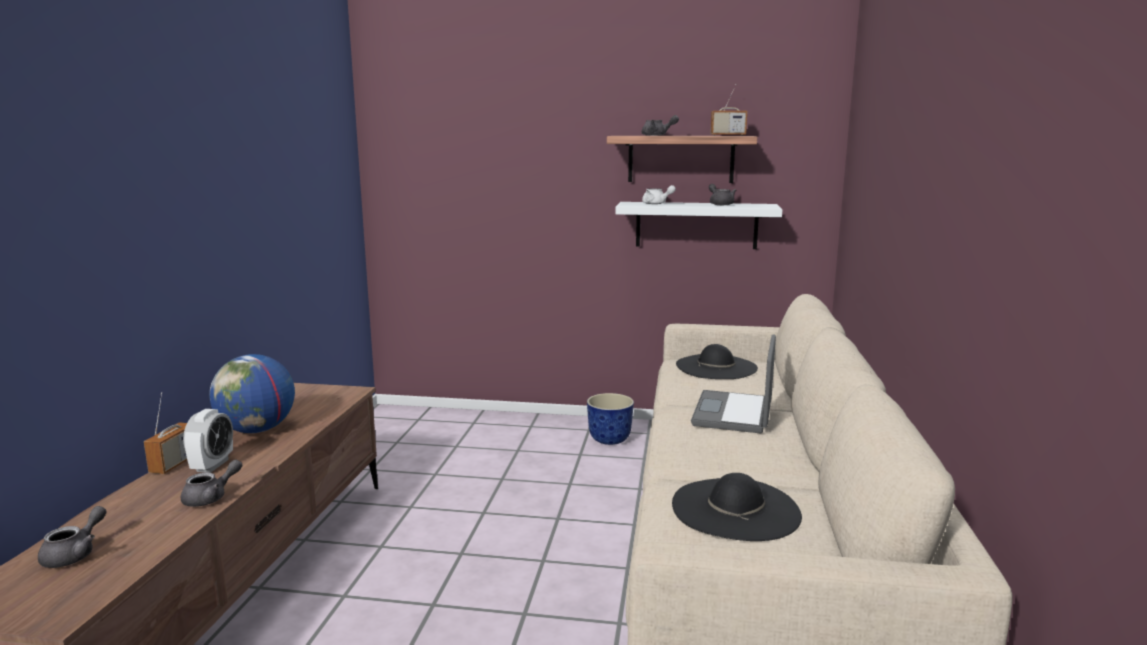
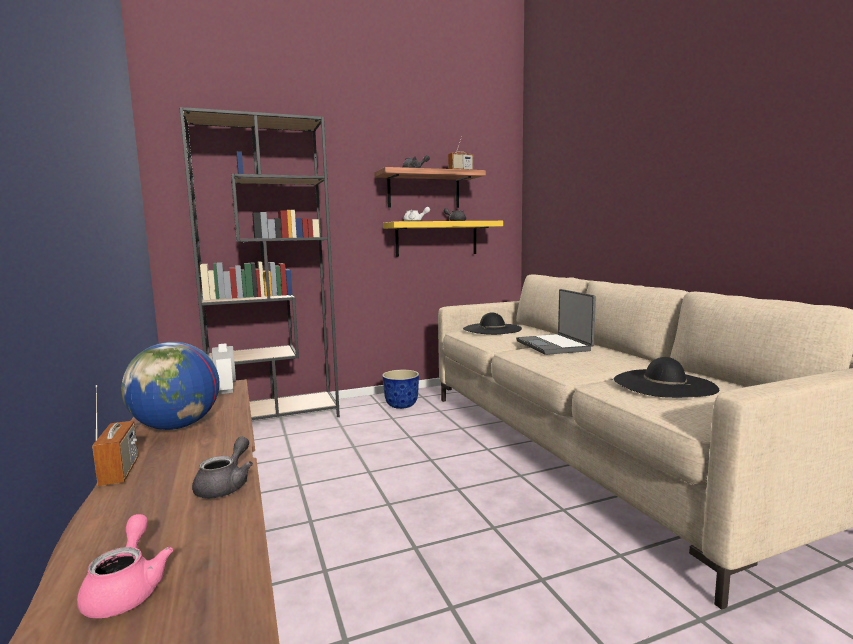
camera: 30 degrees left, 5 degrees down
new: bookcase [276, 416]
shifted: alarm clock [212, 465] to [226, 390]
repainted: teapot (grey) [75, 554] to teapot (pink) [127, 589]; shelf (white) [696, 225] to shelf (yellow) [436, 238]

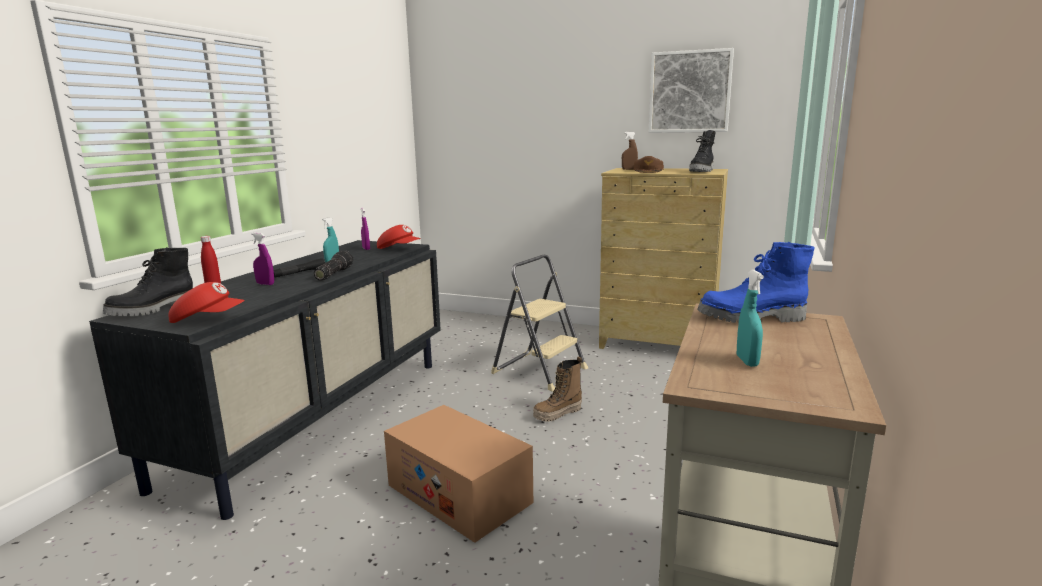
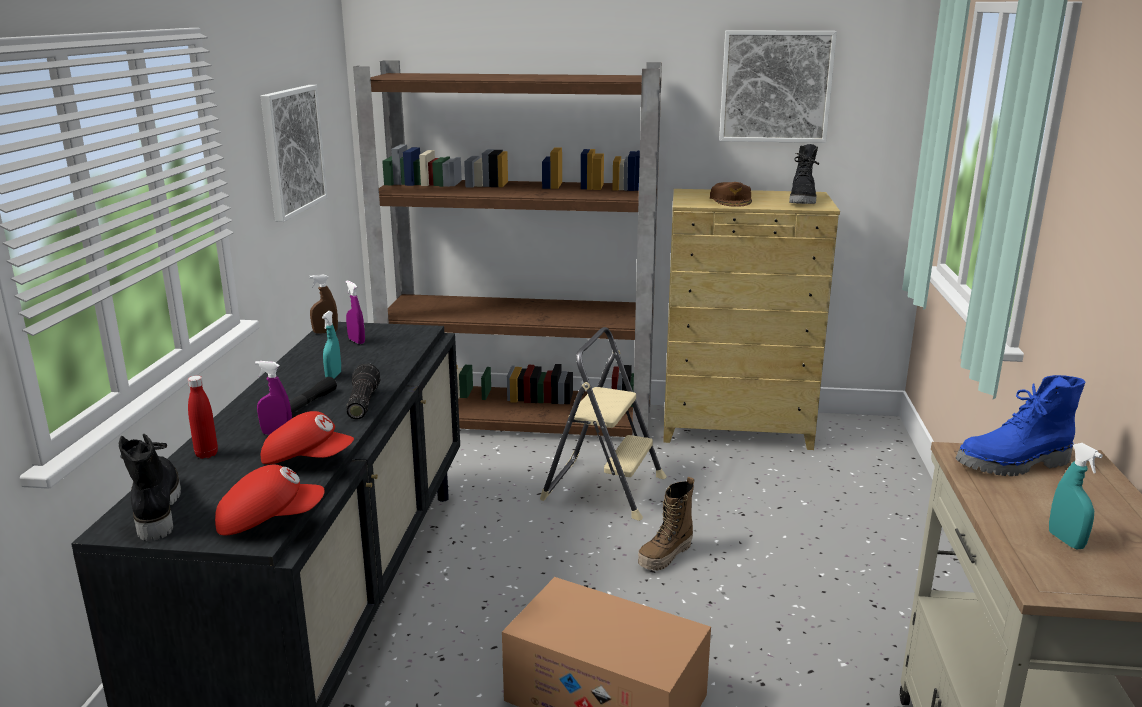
camera: 15 degrees left, 5 degrees up
new: picture [292, 150]; bookcase (brown) [520, 418]
shifted: cap (red) [399, 249] to [308, 460]; spray bottle (brown) [629, 169] to [325, 332]
rotated: boot (black) [153, 310] = [155, 509] 135 degrees clockwise

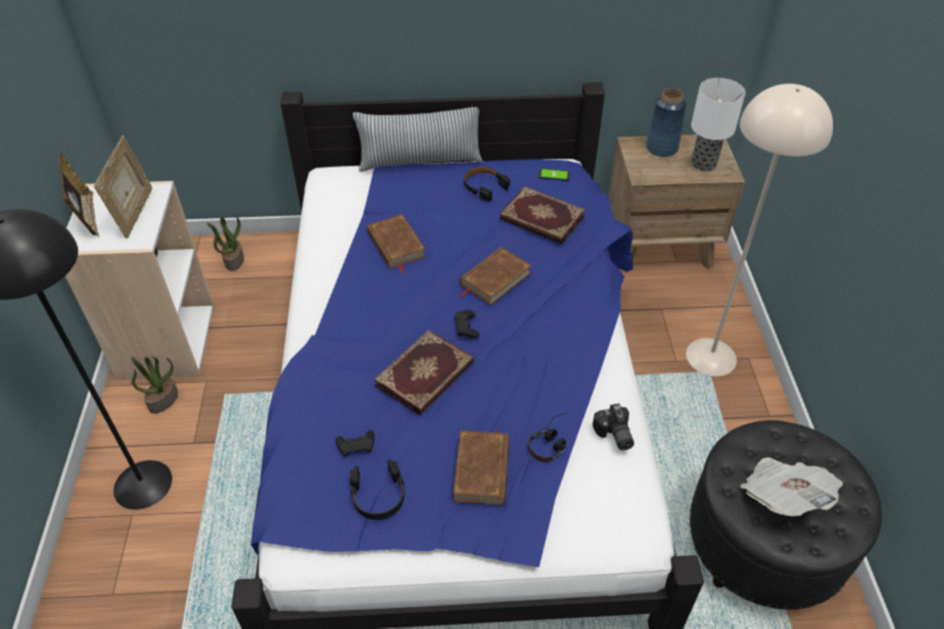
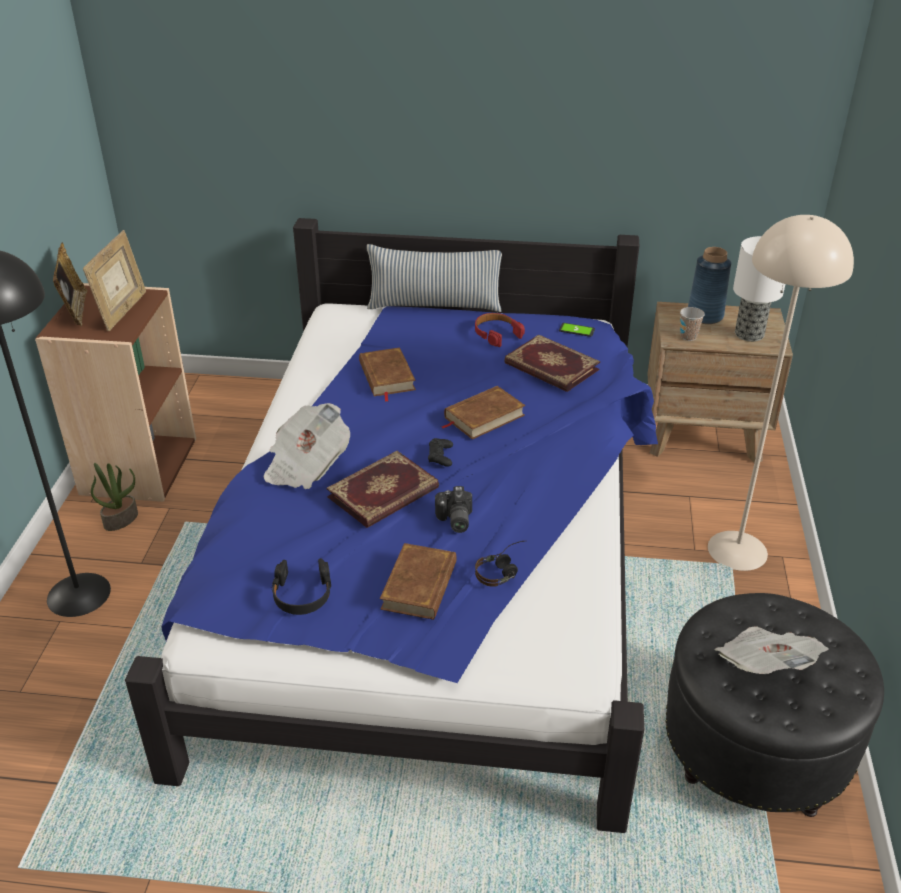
camera: 10 degrees right, 10 degrees down
gone: potted plant [233, 260]; game controller (black) [356, 446]
new: newspaper [306, 466]; cup [688, 336]
shifted: photo camera [613, 435] to [453, 520]
repainted: bookcase (white) [166, 340] to bookcase (brown) [138, 465]; headphones (black) [484, 187] to headphones (red) [496, 334]

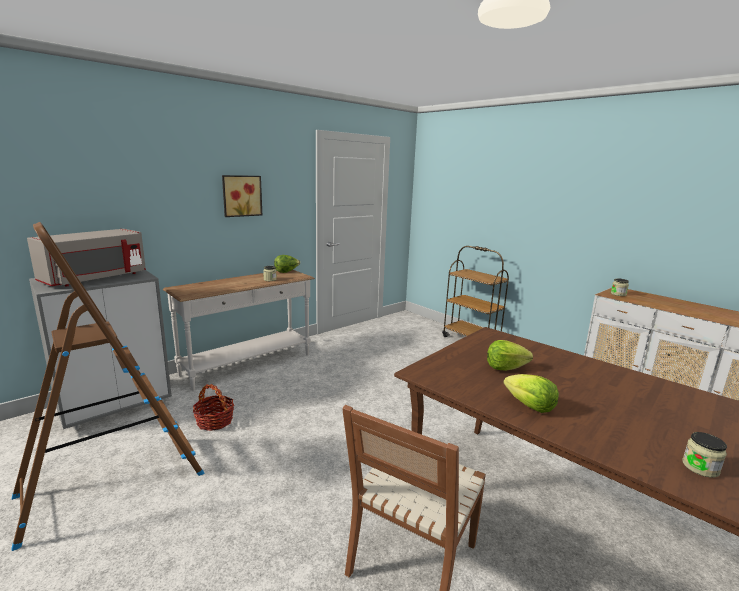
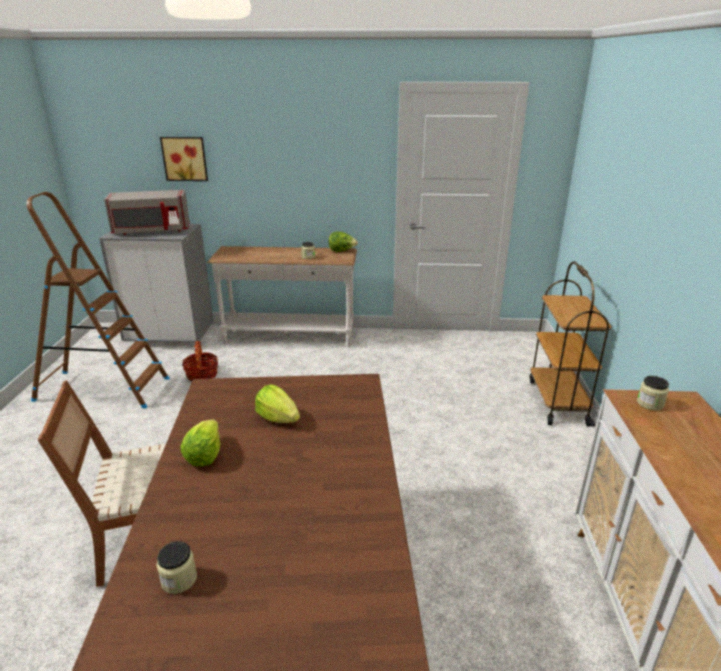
camera: 45 degrees right, 10 degrees up
shifted: picture [241, 195] to [185, 158]

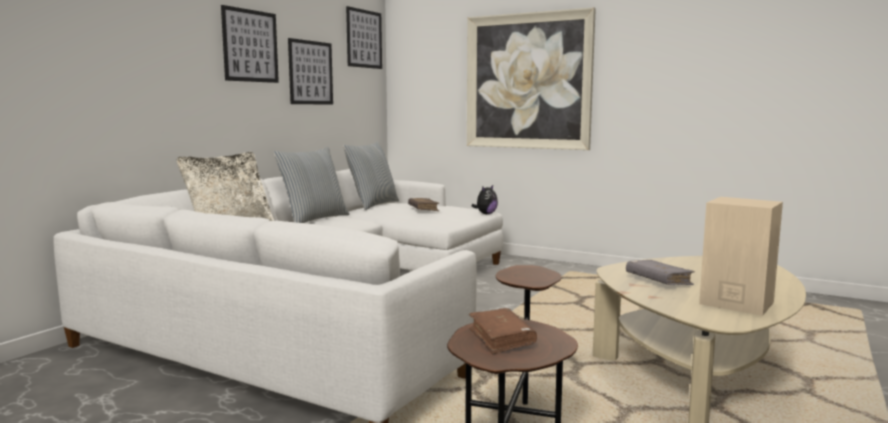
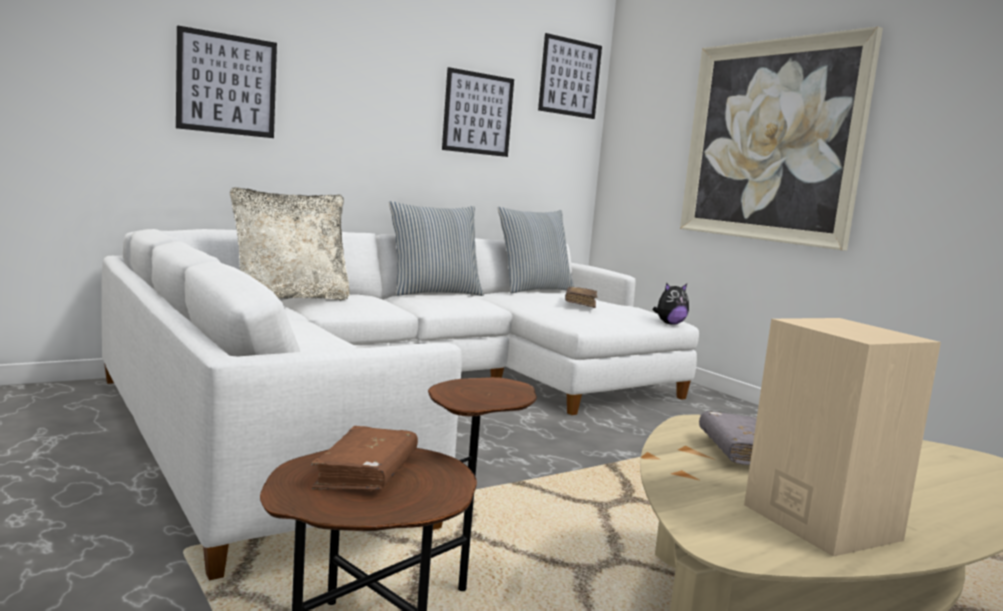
camera: 25 degrees right, 0 degrees up
shifted: picture [250, 46] to [227, 84]

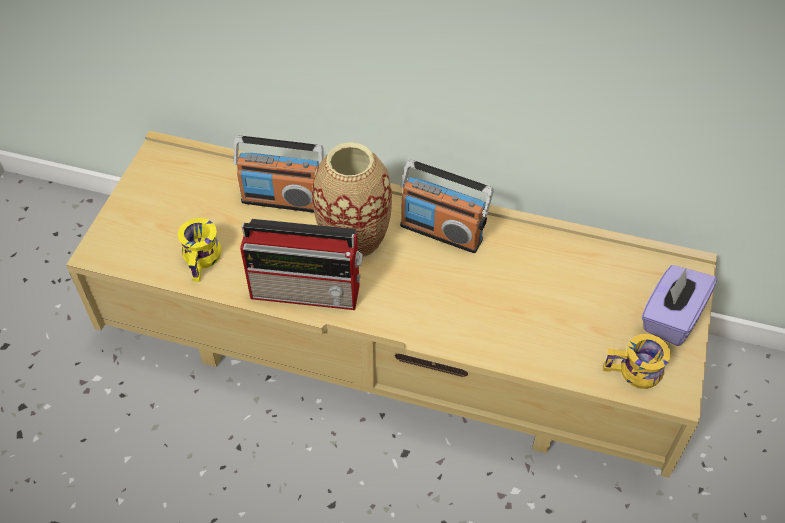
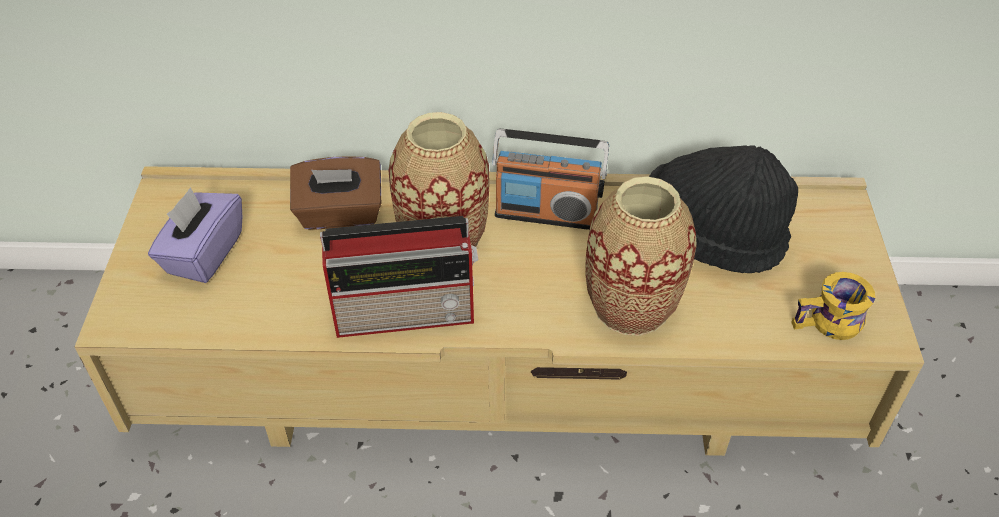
camera: 15 degrees left, 5 degrees down
gone: mug (yellow) [204, 259]
new: vase [631, 306]; hat (black) [711, 236]
shifted: tissue box (purple) [671, 317] to [204, 254]
swapped: radio [282, 199] to tissue box (brown) [340, 214]

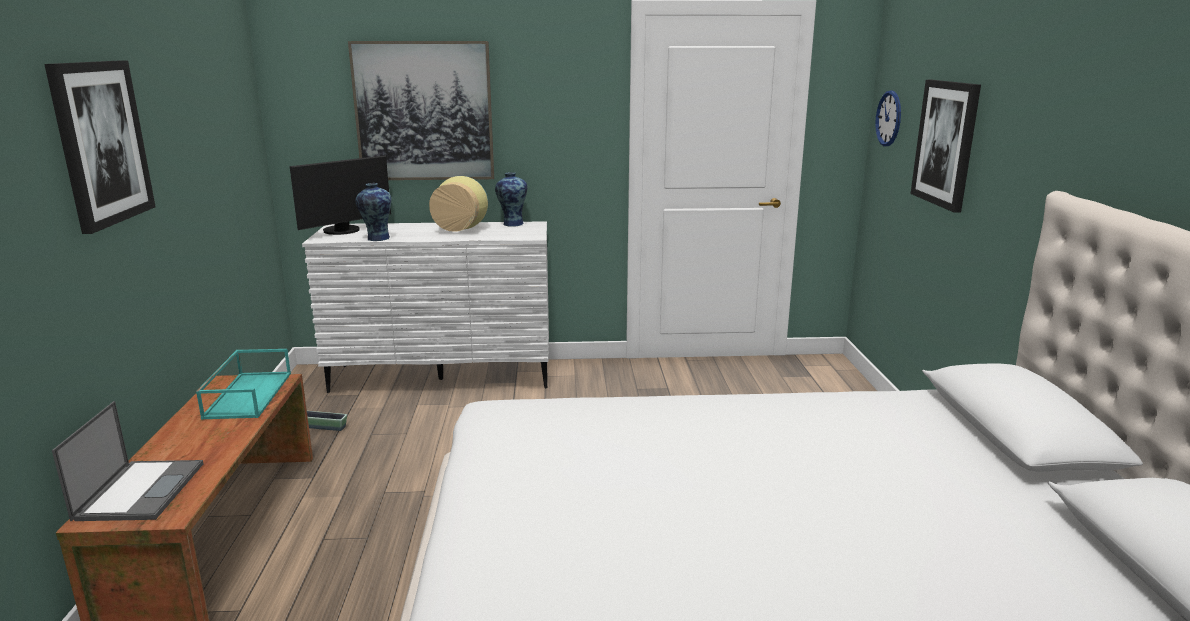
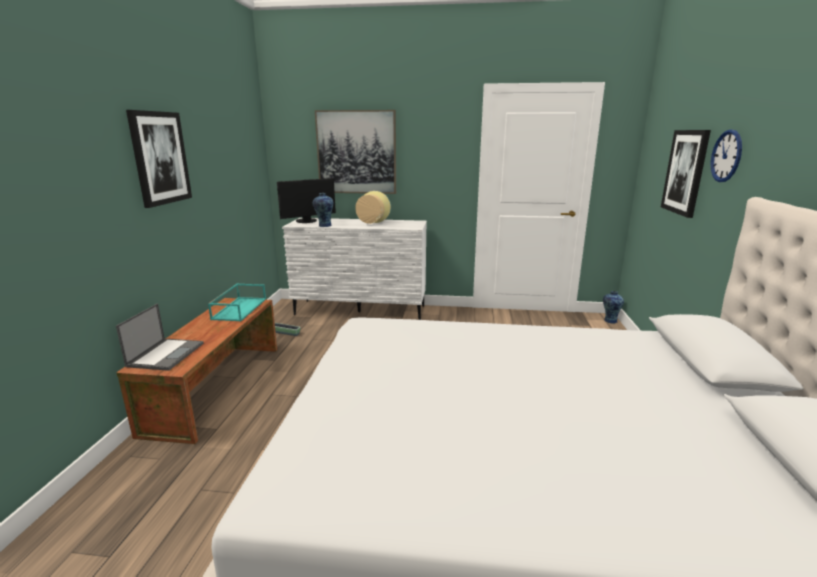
camera: 10 degrees right, 0 degrees up
shifted: vase [512, 224] to [610, 320]; wall clock [889, 118] to [726, 156]

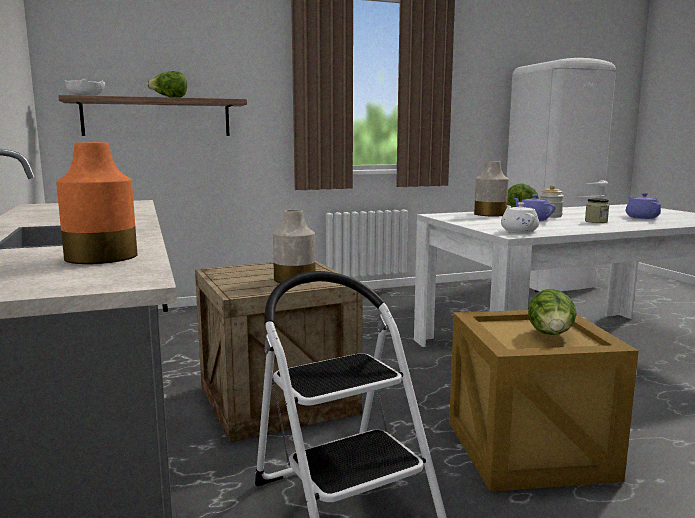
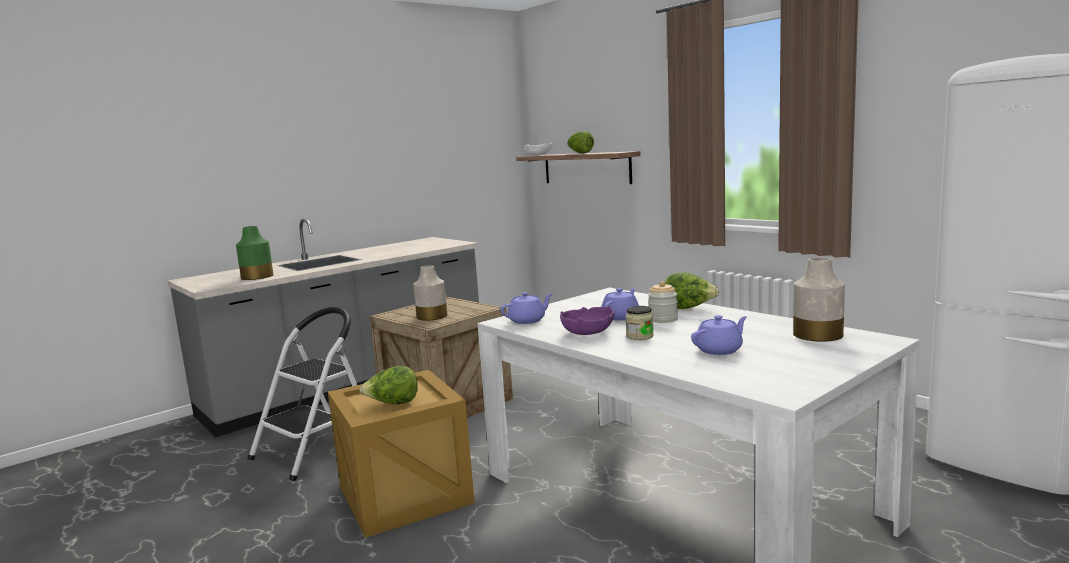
camera: 70 degrees right, 0 degrees up
new: bowl (purple) [587, 332]
shifted: vase (beige) [490, 214] to [818, 334]
repainted: vase (orange) [102, 256] to vase (green) [257, 276]; teapot (white) [518, 231] to teapot (purple) [528, 320]

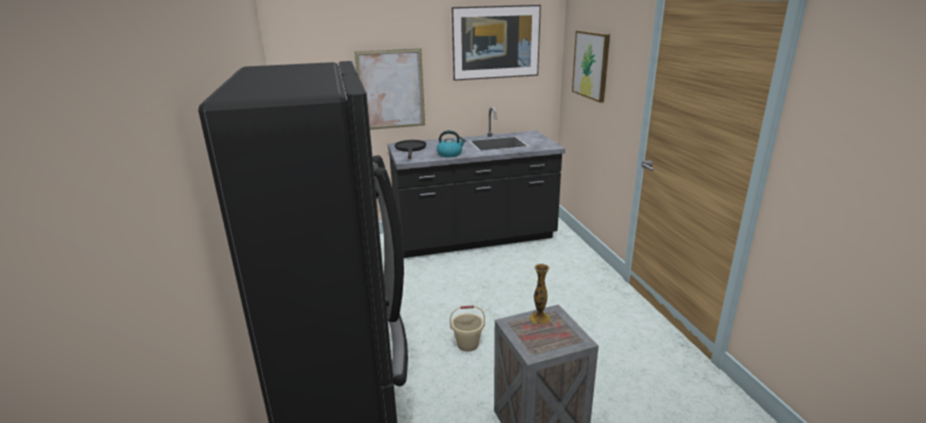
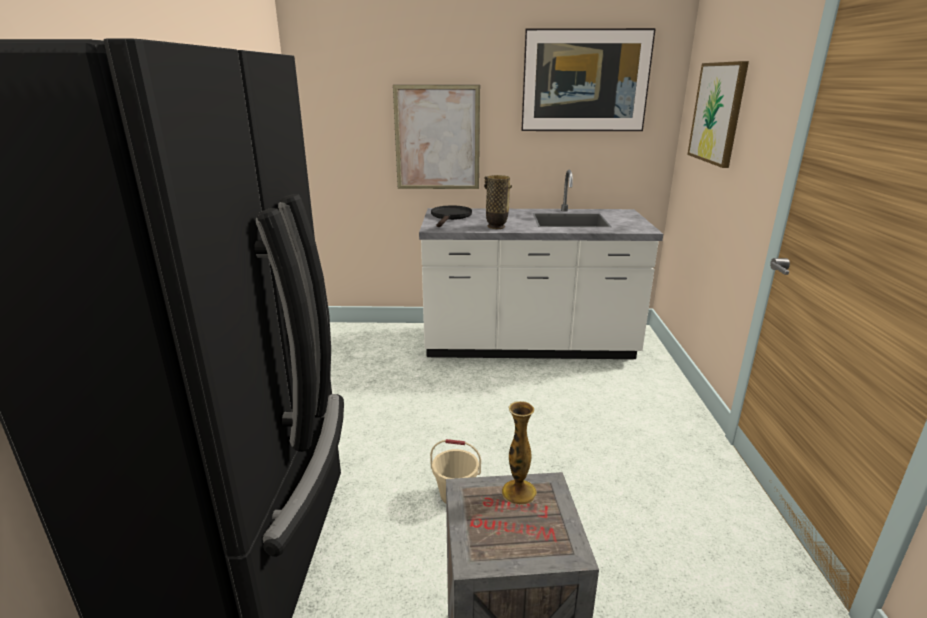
camera: 15 degrees right, 0 degrees up
swapped: kettle [450, 154] to vase [496, 227]
repainted: counter (black) [474, 238] to counter (white) [528, 345]

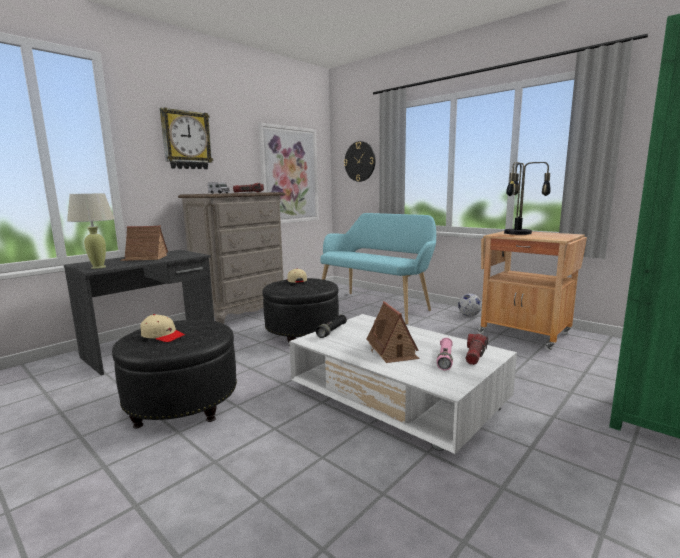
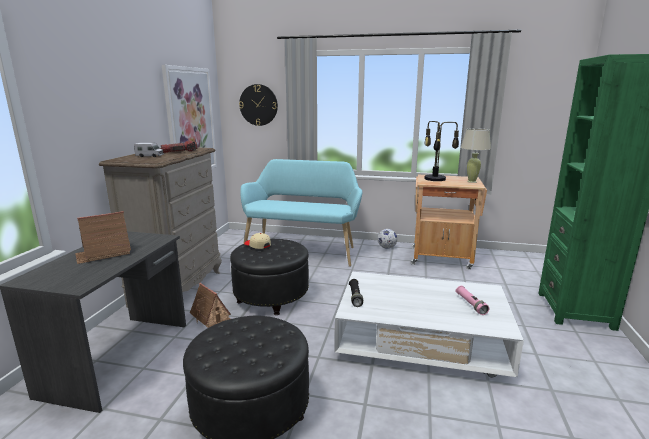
camera: 30 degrees left, 5 degrees up
gone: cap (beige) [163, 335]; wall clock [186, 140]; flashlight [475, 355]
shifted: table lamp (beige) [98, 267] to [472, 181]; toy house [392, 350] to [211, 317]

